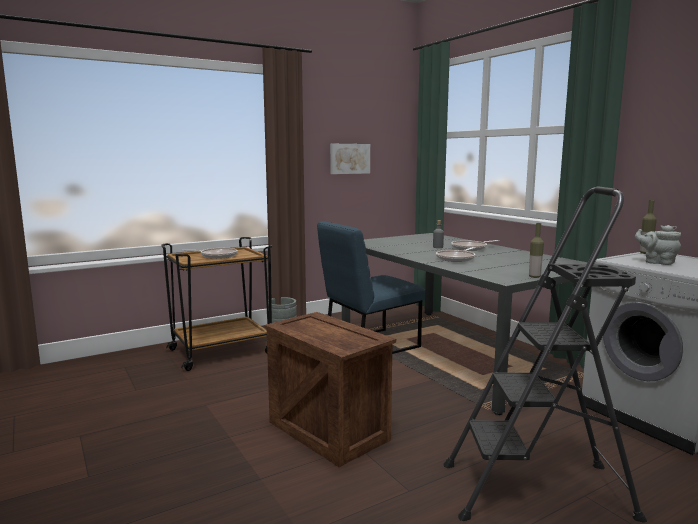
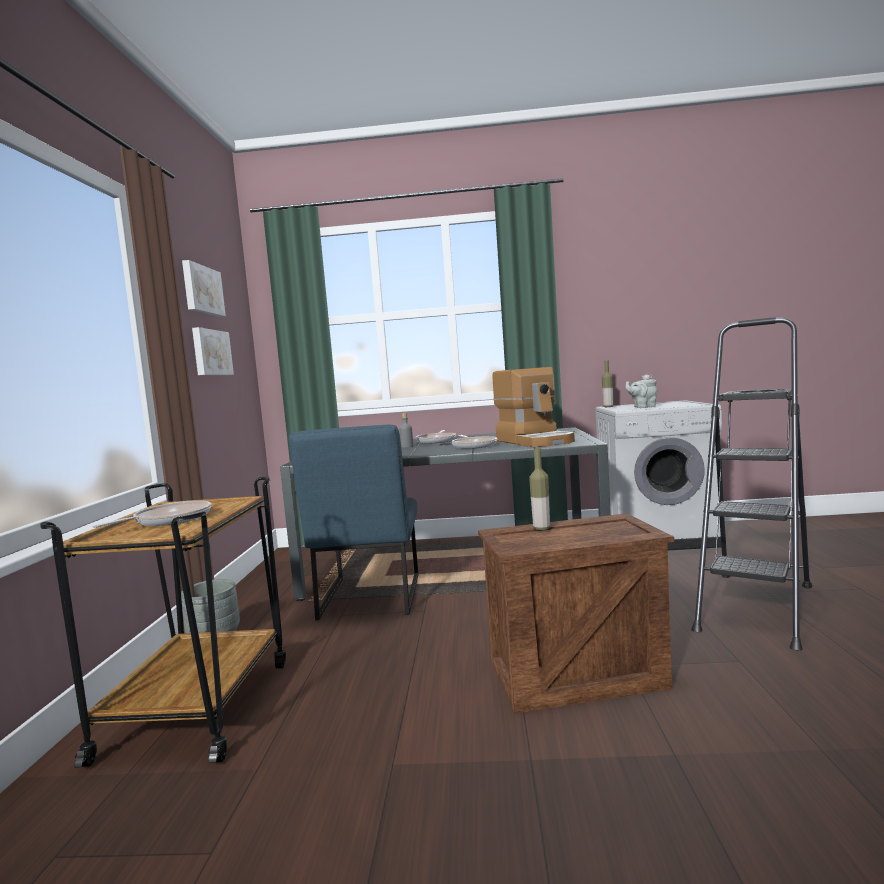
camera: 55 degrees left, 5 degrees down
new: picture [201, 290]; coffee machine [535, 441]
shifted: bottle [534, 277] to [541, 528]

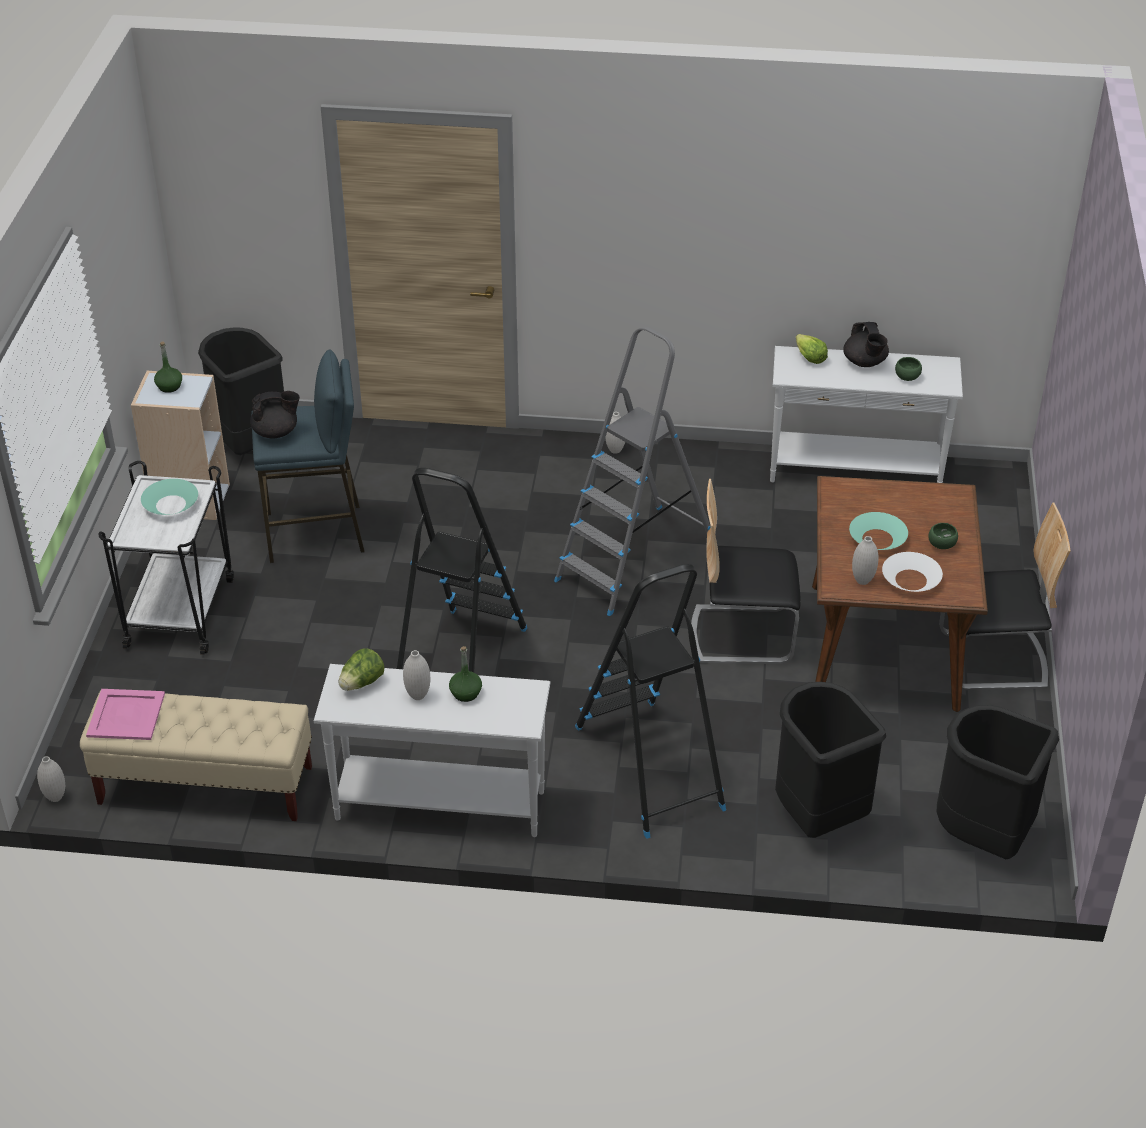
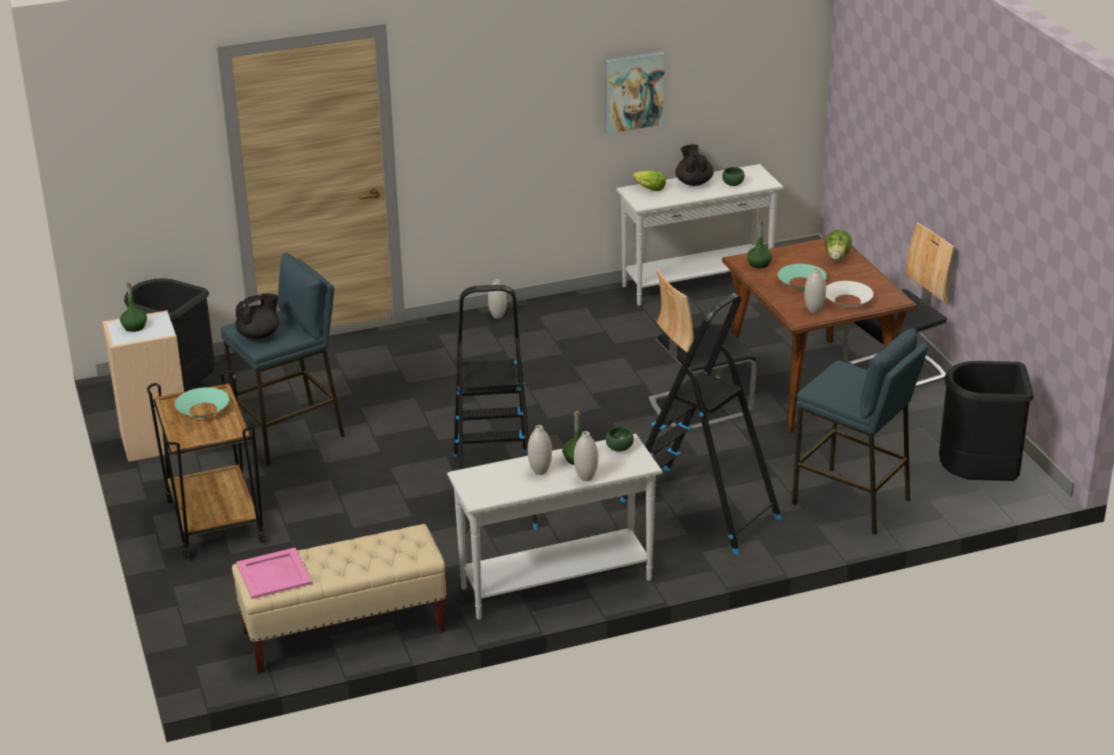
camera: 25 degrees left, 10 degrees down
gone: step ladder (grey) [635, 560]
new: picture [633, 91]; bottle (green) [759, 264]
shifted: vase (white) [55, 797] to [586, 478]; lettuce [362, 683] to [837, 257]; bowl (green) [942, 545] to [620, 448]
swapped: trash can (black) [816, 816] to stool (blue) [852, 502]
repainted: cart (white) [180, 611] to cart (brown) [215, 520]
rotated: teapot (black) [865, 362] = [693, 182] 150 degrees counterclockwise

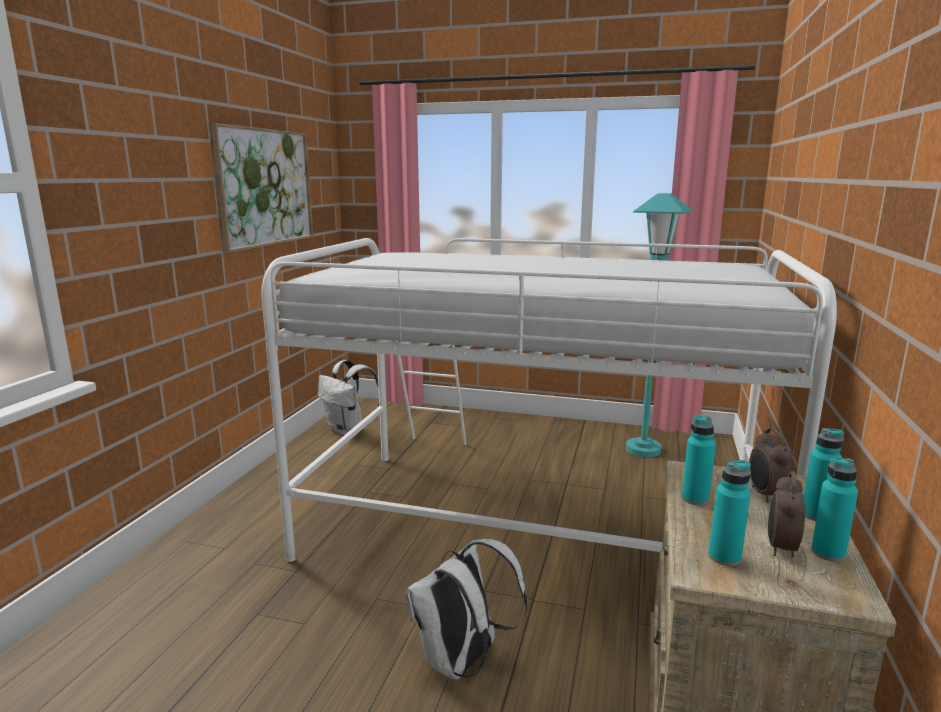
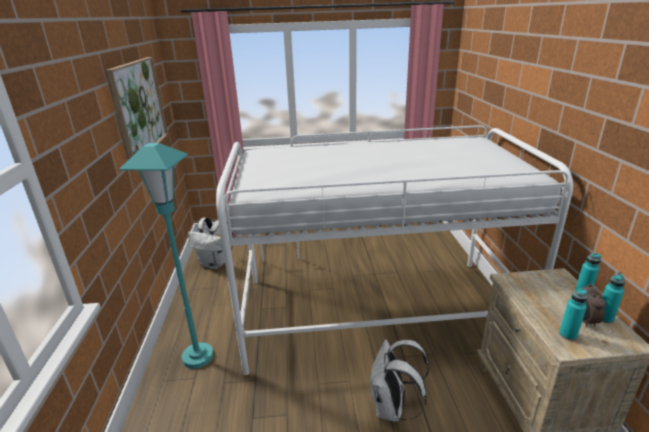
camera: 20 degrees left, 10 degrees up
gone: bottle (turquoise) [695, 499]; alarm clock [765, 495]
shifted: floor lamp (turquoise) [643, 449] to [198, 356]

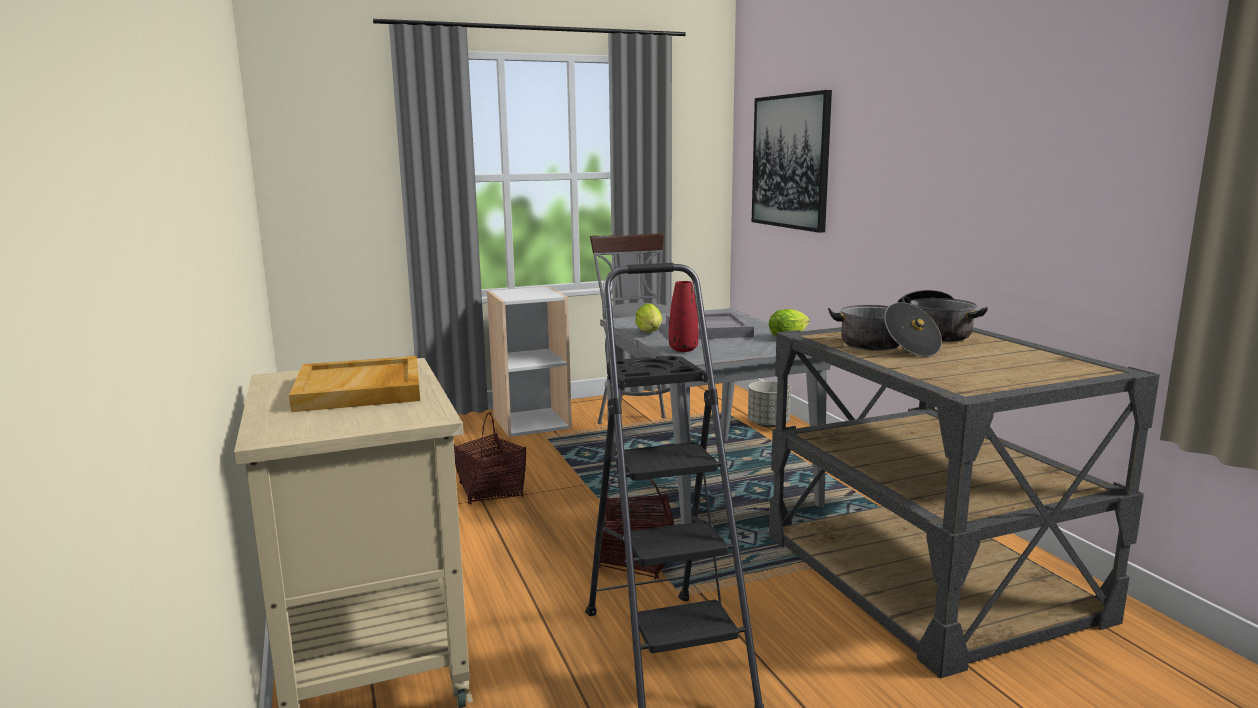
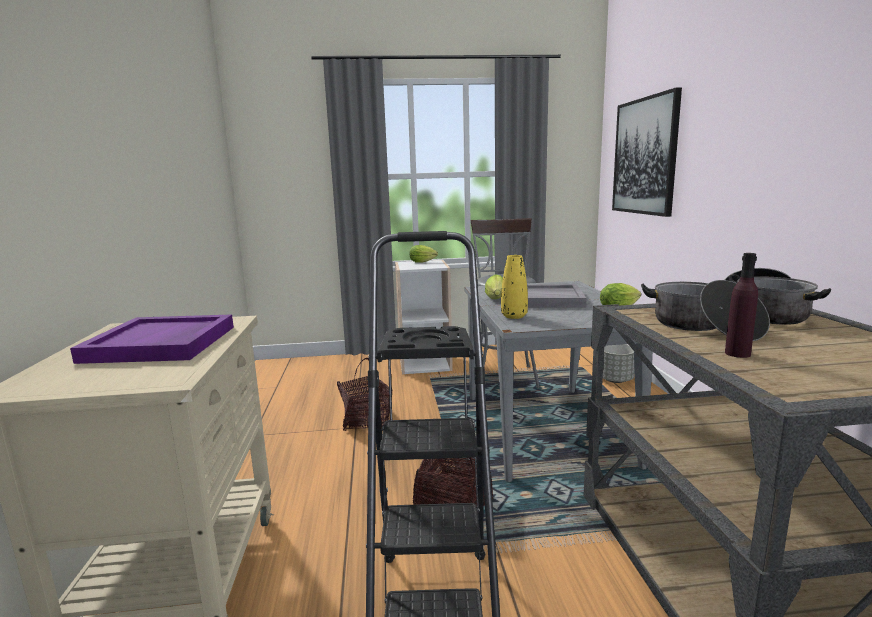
camera: 15 degrees right, 0 degrees up
new: lettuce [424, 262]; bottle (purple) [737, 353]
repainted: tray (beige) [360, 389] to tray (purple) [162, 344]; vase (red) [683, 349] to vase (yellow) [514, 316]

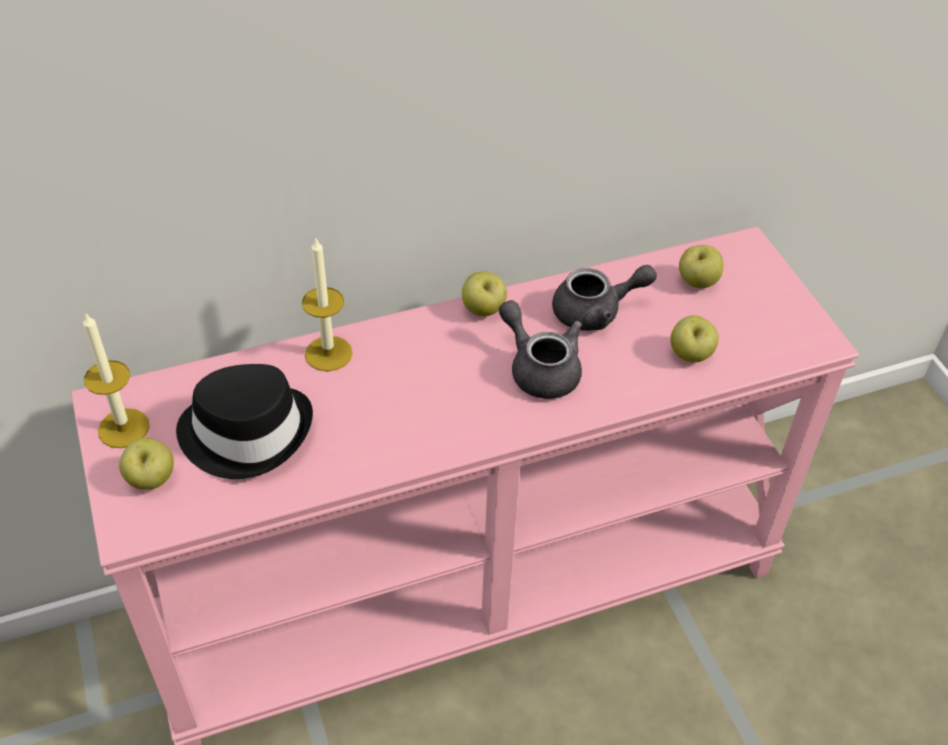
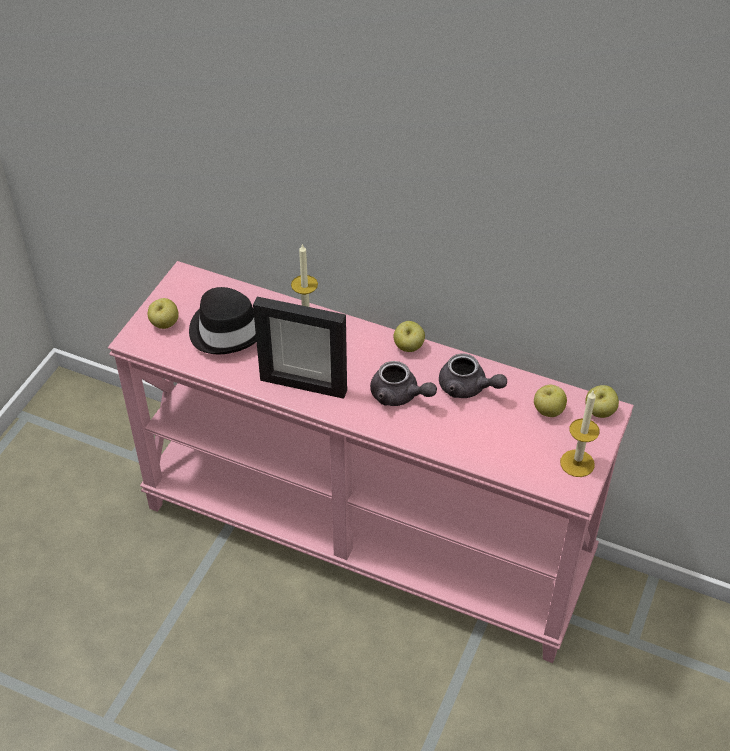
camera: 45 degrees right, 0 degrees up
new: picture frame [304, 384]
shifted: candle [123, 428] to [577, 463]; apple [690, 355] to [599, 412]
rotated: teapot (grey) [540, 368] = [399, 396] 120 degrees clockwise

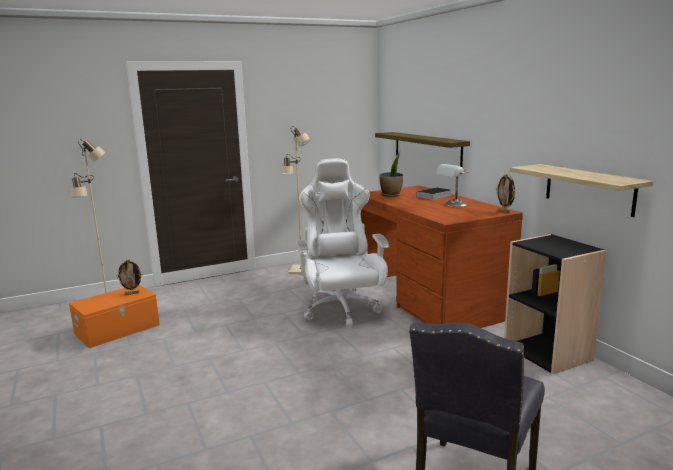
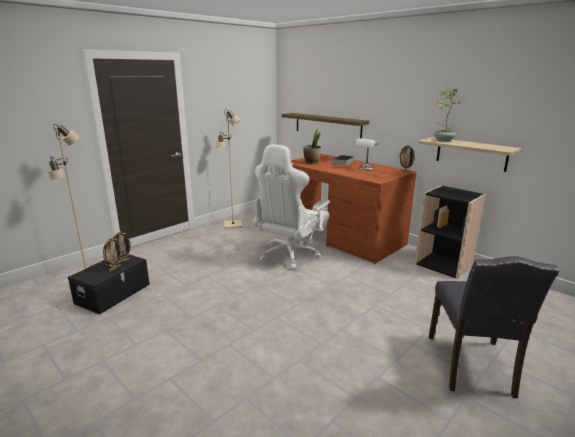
camera: 20 degrees left, 5 degrees up
new: picture frame [115, 268]; potted plant [443, 140]
repainted: storage box (orange) [118, 329] to storage box (black) [114, 294]
rotated: office chair (white) [342, 313] = [291, 255] 120 degrees counterclockwise

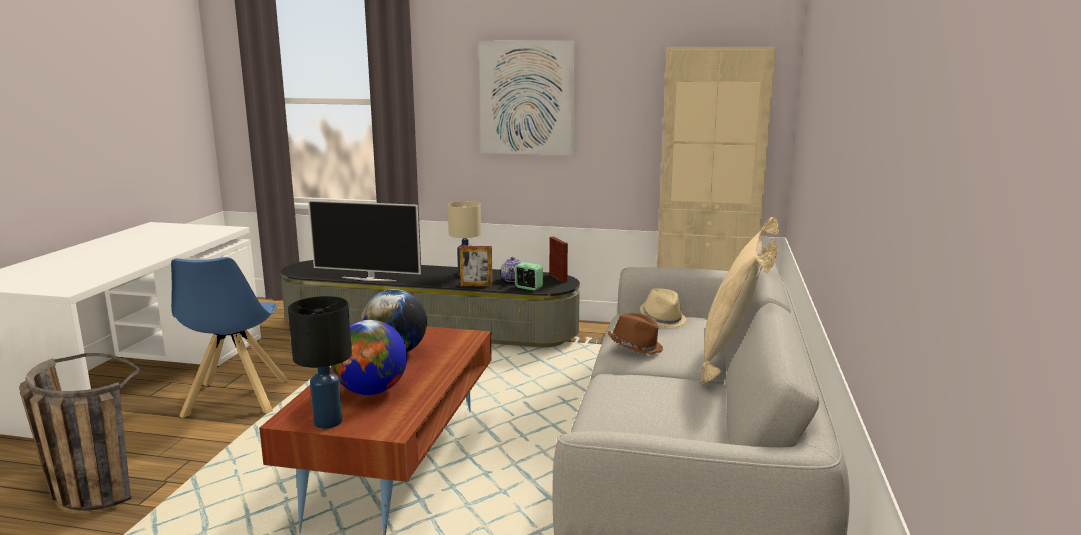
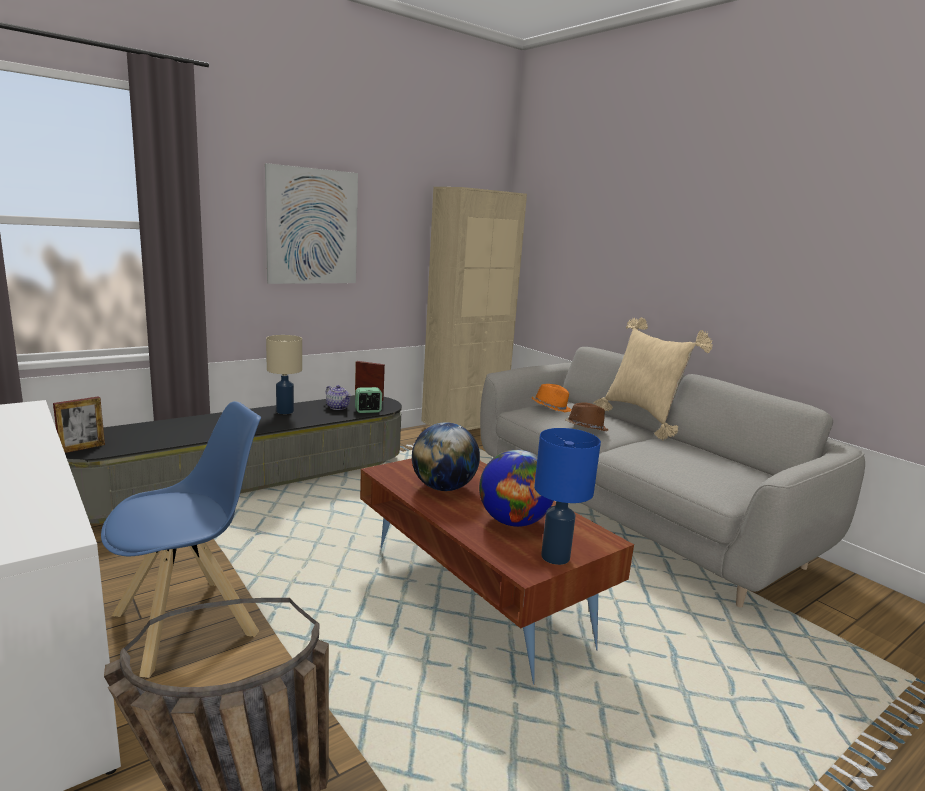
camera: 50 degrees left, 0 degrees up
gone: television [369, 279]
shifted: picture frame [476, 285] to [82, 448]
repainted: table lamp (black) [329, 422] to table lamp (blue) [555, 556]; hat (beige) [662, 319] to hat (orange) [551, 408]
rotated: chair (blue) [235, 399] = [190, 623] 75 degrees counterclockwise

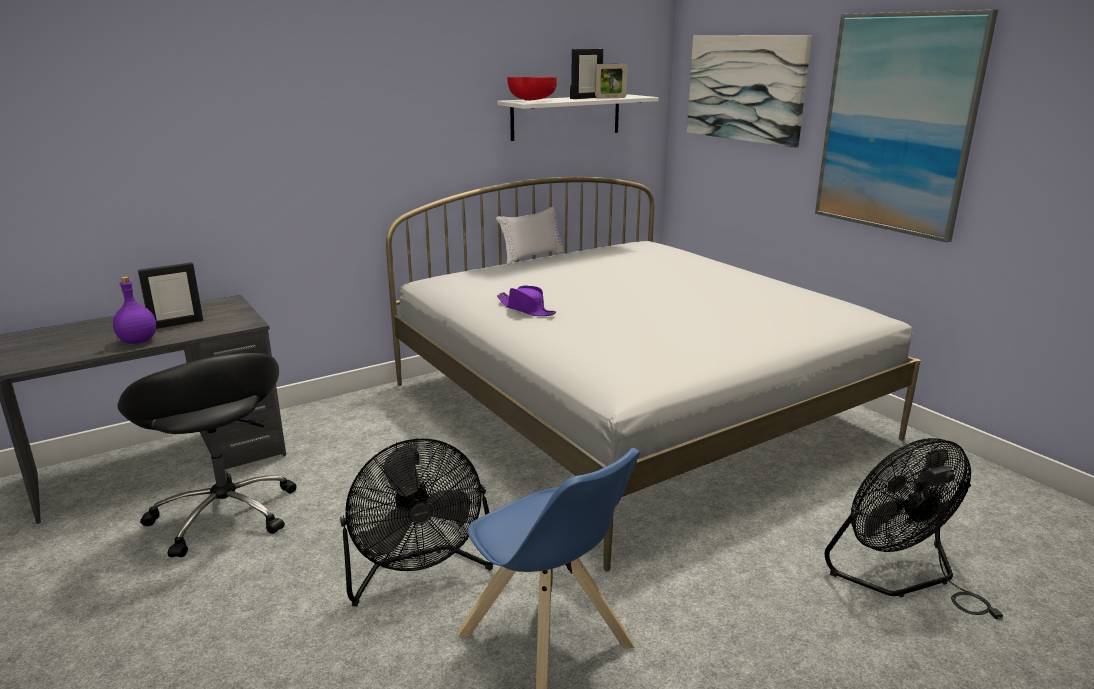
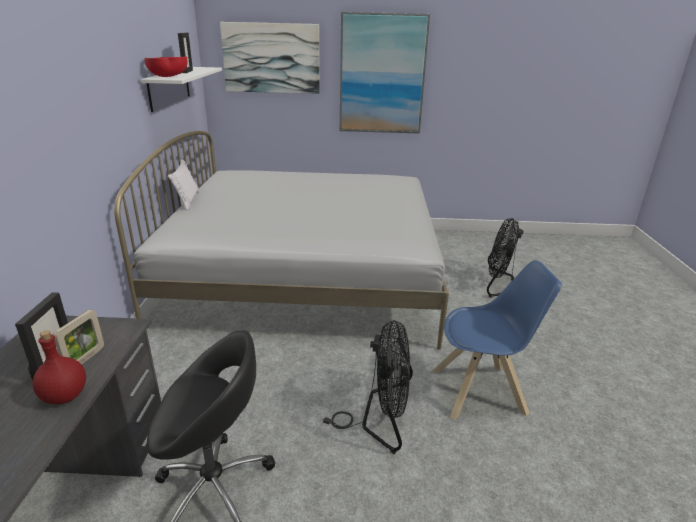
camera: 55 degrees left, 5 degrees up
gone: hat (purple) [526, 309]
shifted: picture frame [610, 98] to [85, 359]
repainted: bottle (purple) [138, 341] to bottle (red) [65, 396]

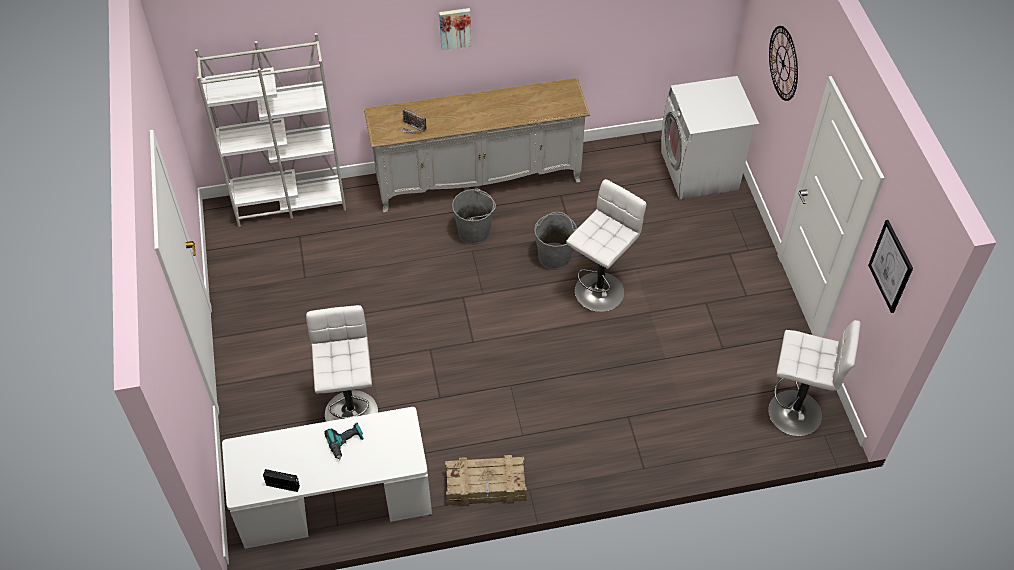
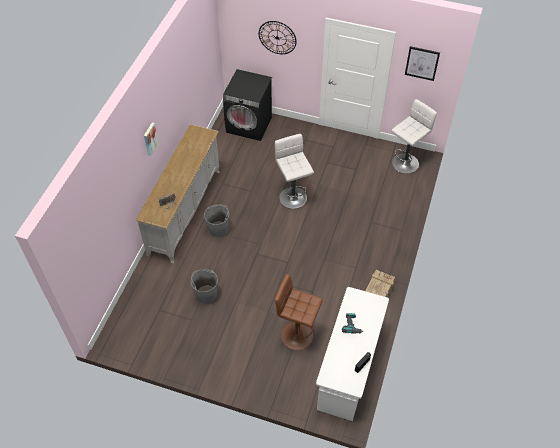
camera: 60 degrees left, 0 degrees up
gone: bookcase (white) [291, 204]
shifted: bucket (grey) [554, 256] to [206, 294]
repainted: stool (white) [352, 412] to stool (brown) [296, 335]; washing machine (white) [701, 171] to washing machine (black) [250, 124]

